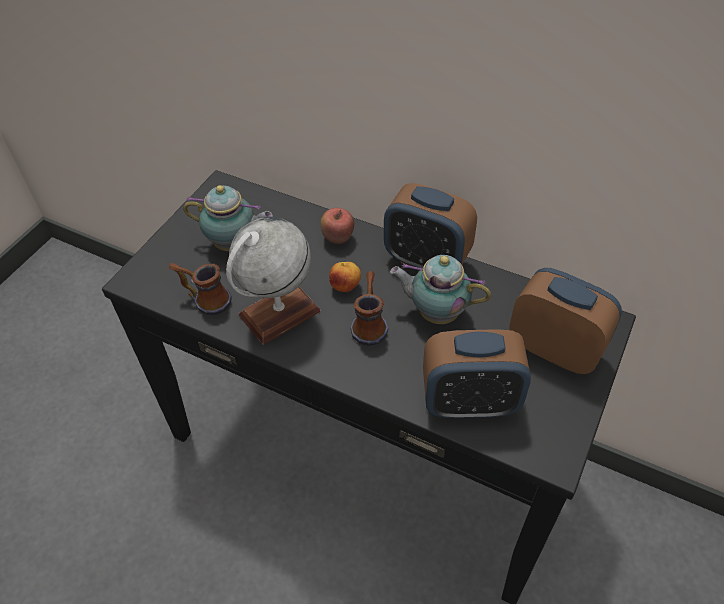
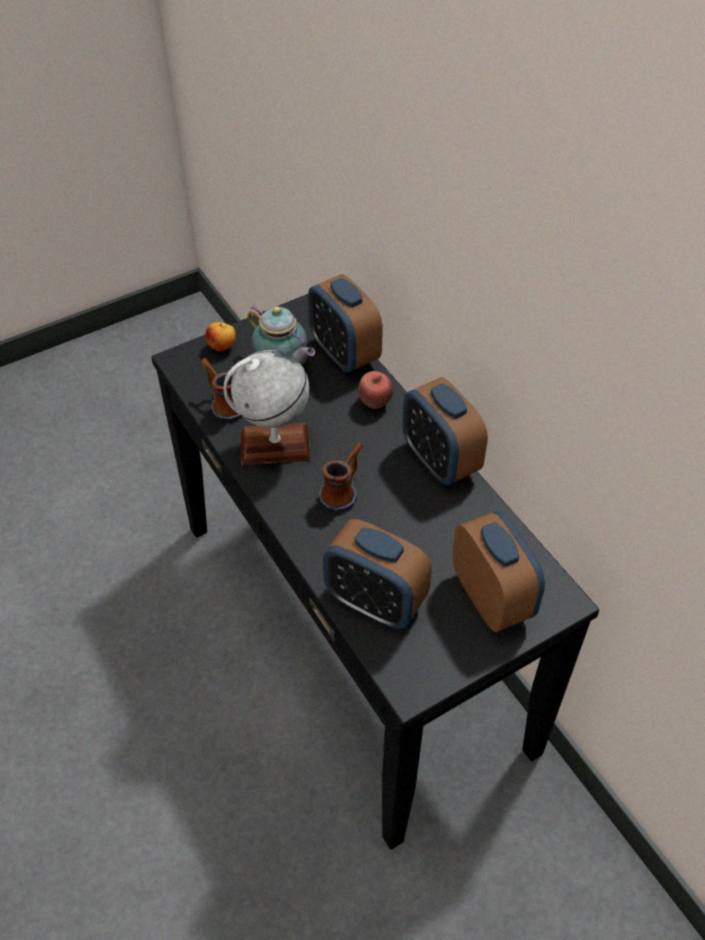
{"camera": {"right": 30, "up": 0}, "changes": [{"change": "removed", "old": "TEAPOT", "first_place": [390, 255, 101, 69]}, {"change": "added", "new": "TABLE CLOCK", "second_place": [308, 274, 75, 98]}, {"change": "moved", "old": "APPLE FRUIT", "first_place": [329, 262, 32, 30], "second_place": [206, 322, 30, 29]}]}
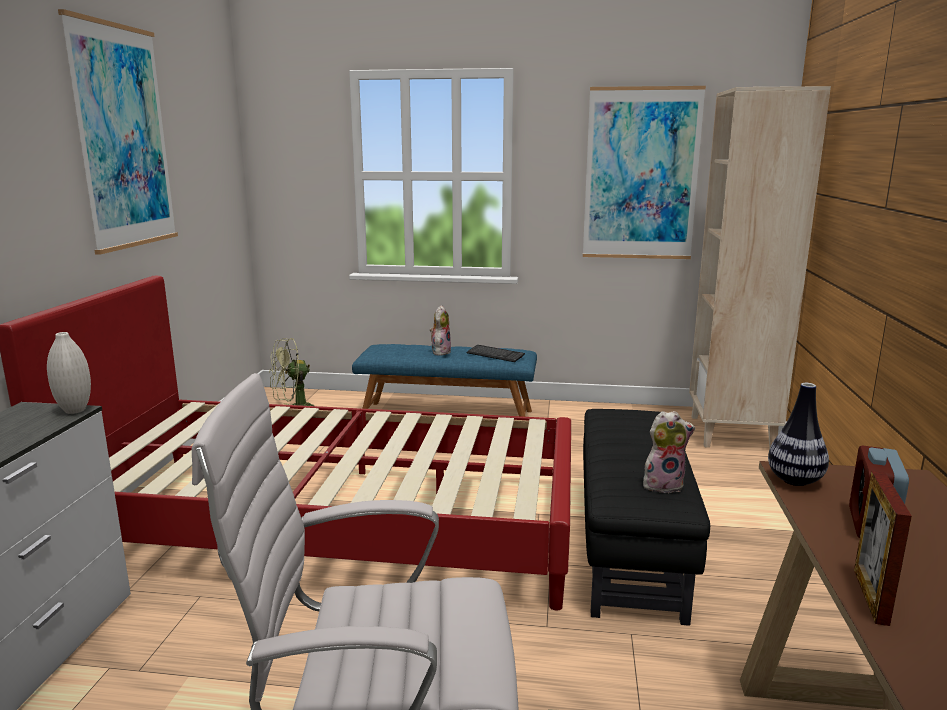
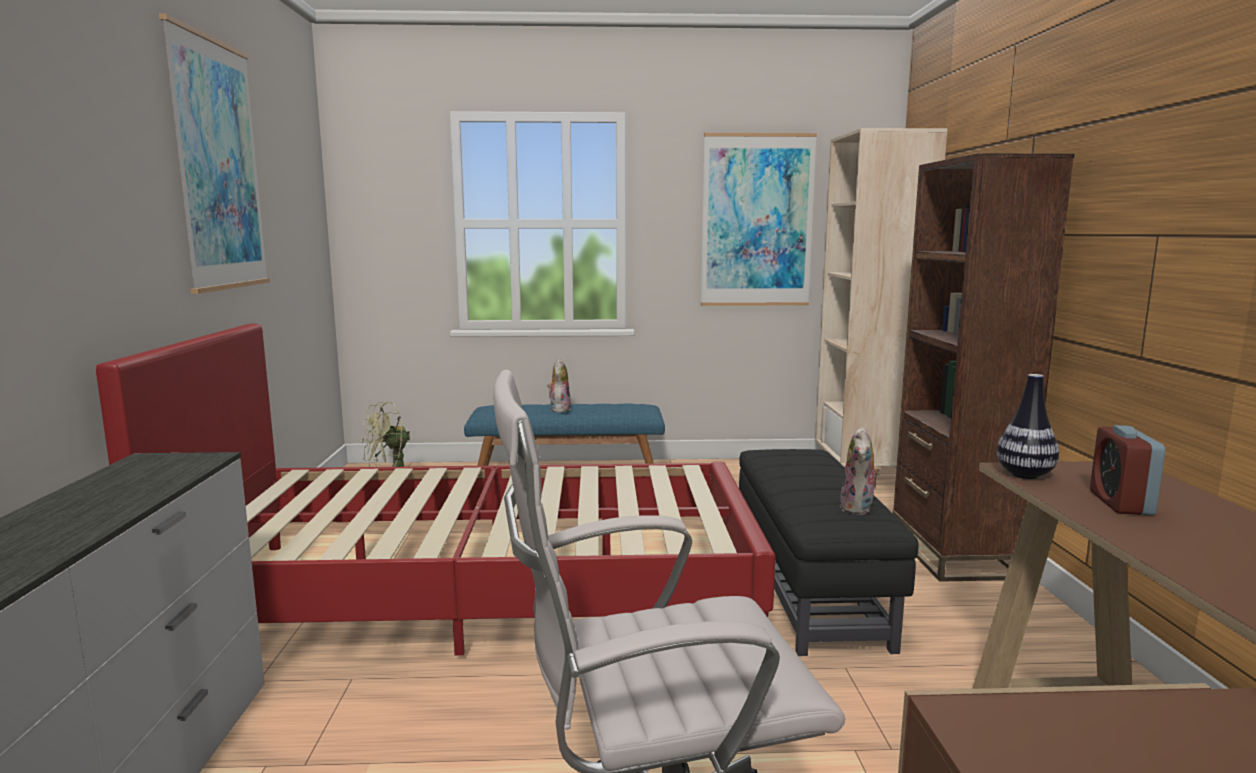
{"camera": {"right": -10, "up": -5}, "changes": [{"change": "removed", "old": "WHITISH FLOWER VASE", "first_place": [47, 332, 44, 82]}, {"change": "removed", "old": "KEYBOARD", "first_place": [466, 345, 59, 17]}, {"change": "removed", "old": "PHOTO FRAME", "first_place": [854, 471, 58, 155]}, {"change": "added", "new": "BROWN-COLOURED BOOKSHELF", "second_place": [893, 153, 181, 429]}, {"change": "turned", "old": "SOFT TOY", "first_place": [643, 411, 52, 82], "second_place": [839, 426, 42, 89], "degrees": 120}]}
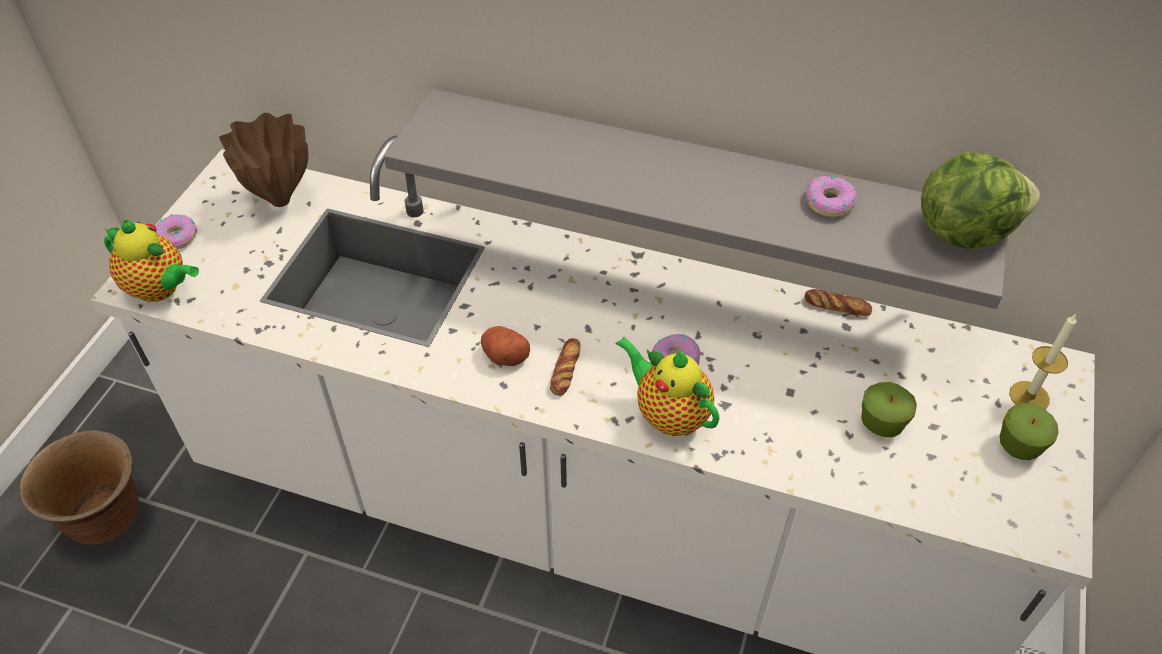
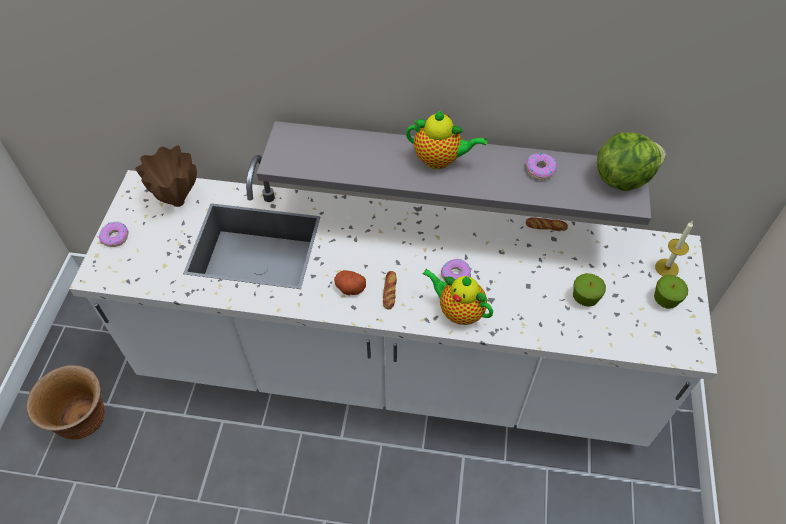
{"camera": {"right": -10, "up": 5}, "changes": [{"change": "moved", "old": "TEAPOT", "first_place": [104, 220, 95, 82], "second_place": [406, 111, 81, 58]}]}
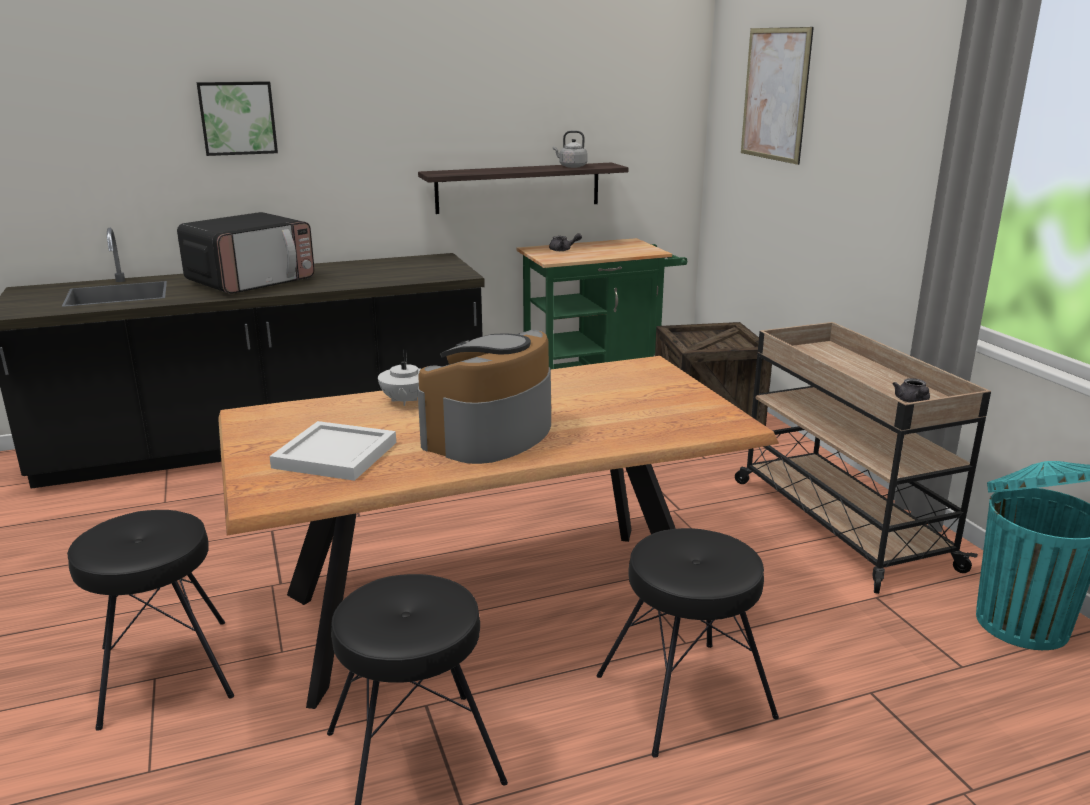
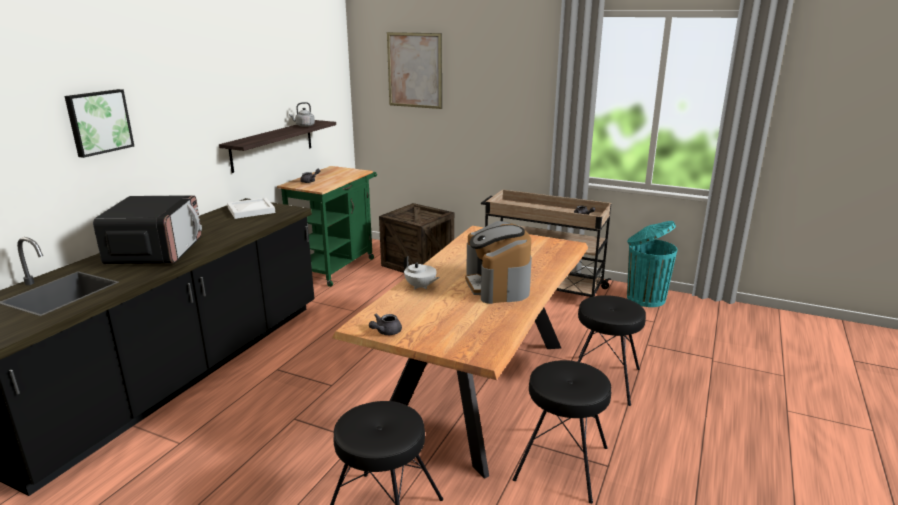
{"camera": {"right": -45, "up": 0}, "changes": [{"change": "added", "new": "GREY TEAPOT", "second_place": [369, 313, 33, 22]}, {"change": "moved", "old": "WHITISH CARRYING TRAY", "first_place": [269, 421, 127, 60], "second_place": [227, 197, 48, 22]}]}
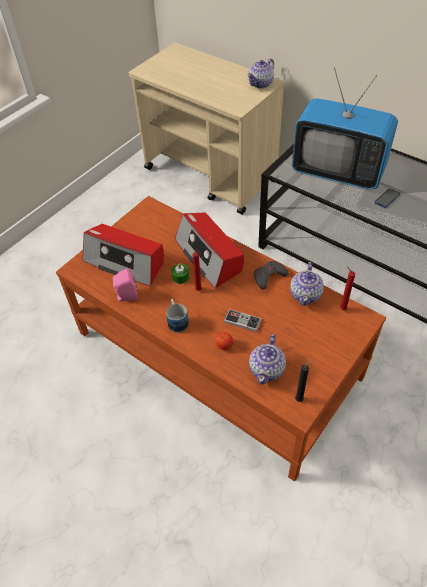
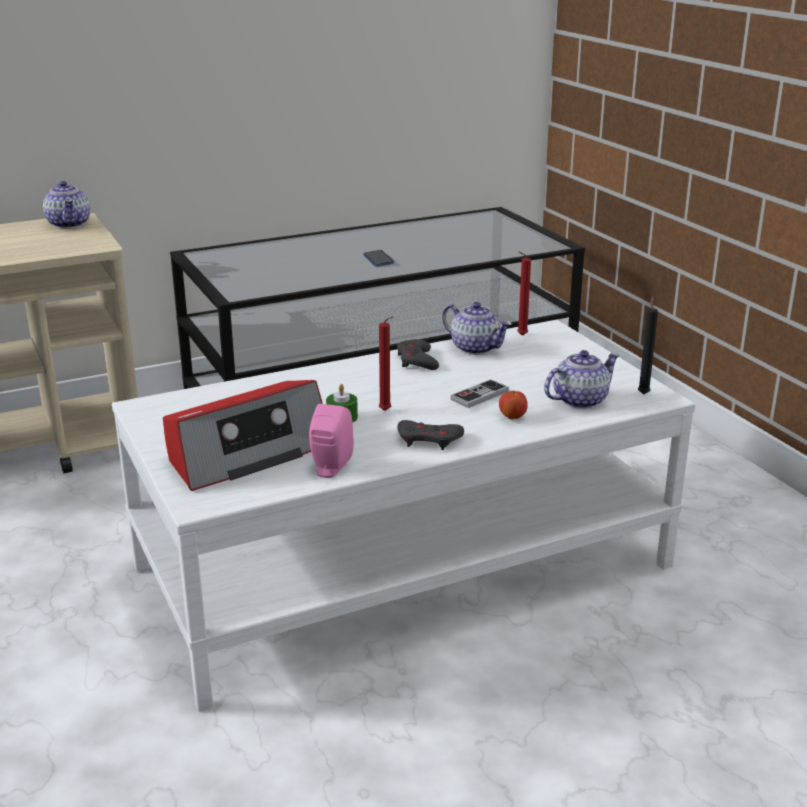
{"camera": {"right": -65, "up": -25}, "changes": [{"change": "removed", "old": "RADIO SET", "first_place": [175, 212, 69, 77]}, {"change": "removed", "old": "TV", "first_place": [292, 68, 106, 122]}, {"change": "replaced", "old": "TEA MUG", "new": "GREY GAMEPAD", "first_place": [166, 299, 23, 34], "second_place": [397, 420, 67, 30]}, {"change": "recoloured", "old": "BROWN-COLOURED COFFEE TABLE", "new": "WHITISH COFFEE TABLE", "first_place": [56, 196, 330, 285], "second_place": [112, 320, 583, 392]}, {"change": "turned", "old": "TEAPOT", "first_place": [249, 334, 37, 50], "second_place": [544, 350, 76, 59], "degrees": -75}]}
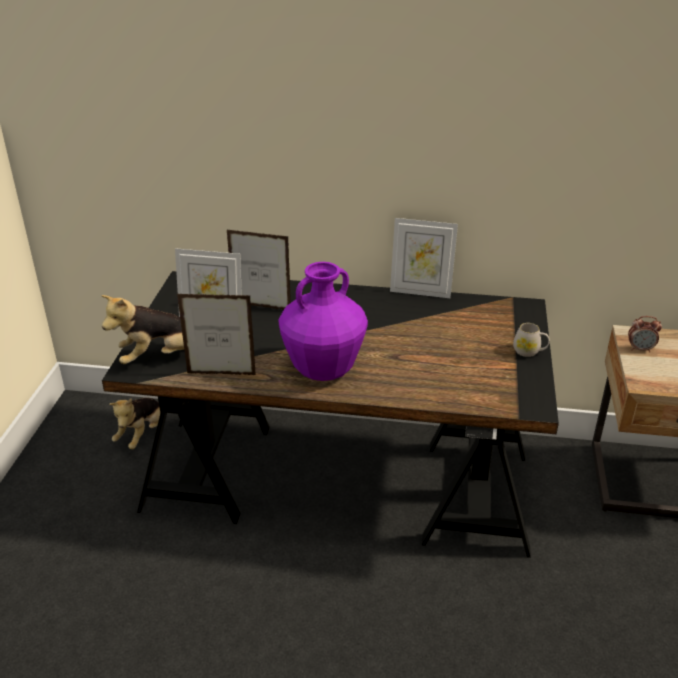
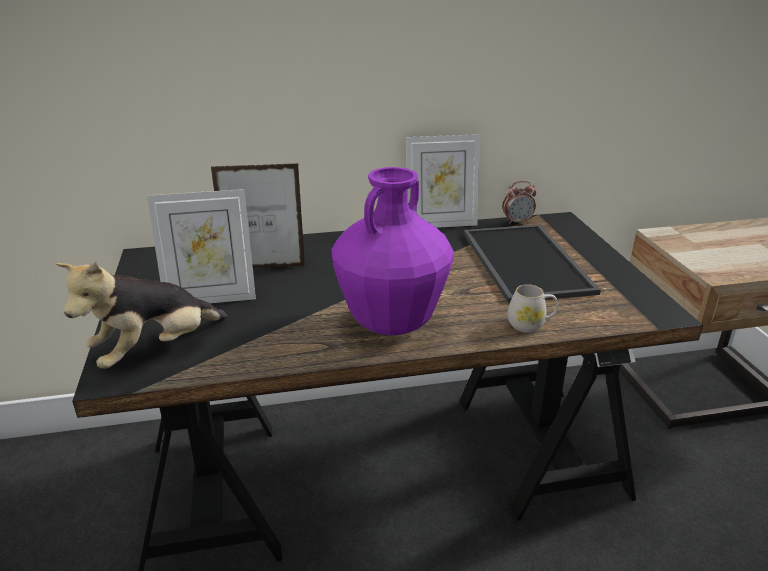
{"camera": {"right": -20, "up": -5}, "changes": [{"change": "removed", "old": "SOFT TOY", "first_place": [109, 398, 51, 51]}, {"change": "removed", "old": "PHOTO FRAME", "first_place": [177, 294, 79, 81]}, {"change": "added", "new": "CARRYING TRAY", "second_place": [463, 225, 138, 78]}, {"change": "moved", "old": "WHITISH TEA MUG", "first_place": [513, 323, 37, 34], "second_place": [508, 284, 50, 48]}, {"change": "moved", "old": "TABLE CLOCK", "first_place": [628, 316, 34, 36], "second_place": [502, 181, 34, 44]}]}
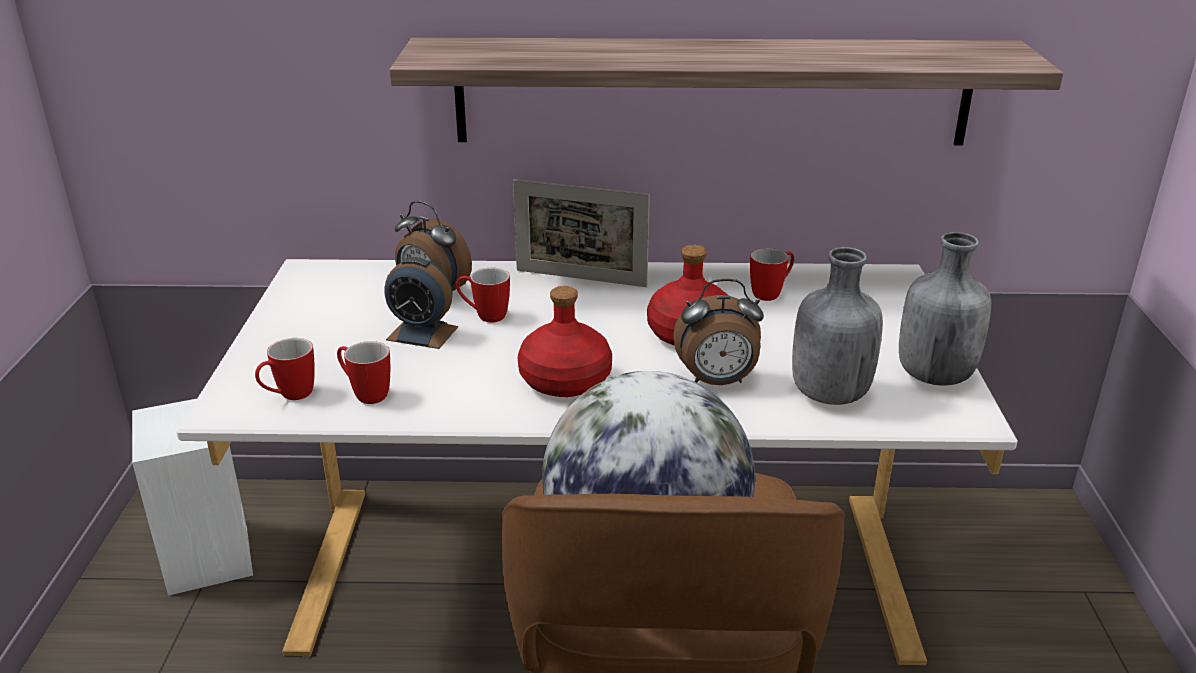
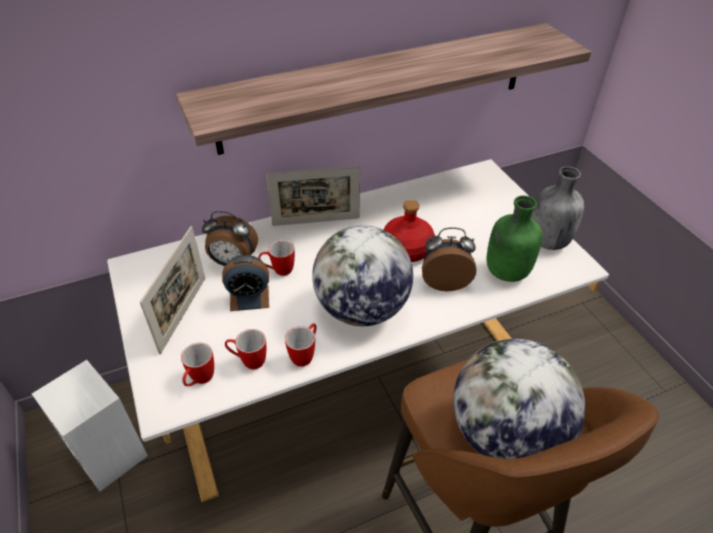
{"camera": {"right": -25, "up": 15}, "changes": [{"change": "added", "new": "PHOTO FRAME", "second_place": [140, 226, 65, 128]}, {"change": "moved", "old": "TEA MUG", "first_place": [750, 248, 44, 53], "second_place": [285, 323, 32, 44]}, {"change": "replaced", "old": "RED-COLOURED BEVERAGE BOTTLE", "new": "WORLD GLOBE", "first_place": [518, 286, 94, 111], "second_place": [312, 225, 101, 101]}, {"change": "recoloured", "old": "GREY BEVERAGE BOTTLE", "new": "GREEN-COLOURED BEVERAGE BOTTLE", "first_place": [792, 247, 91, 158], "second_place": [487, 195, 55, 87]}, {"change": "turned", "old": "TABLE CLOCK", "first_place": [673, 279, 91, 106], "second_place": [422, 227, 54, 64], "degrees": -150}]}
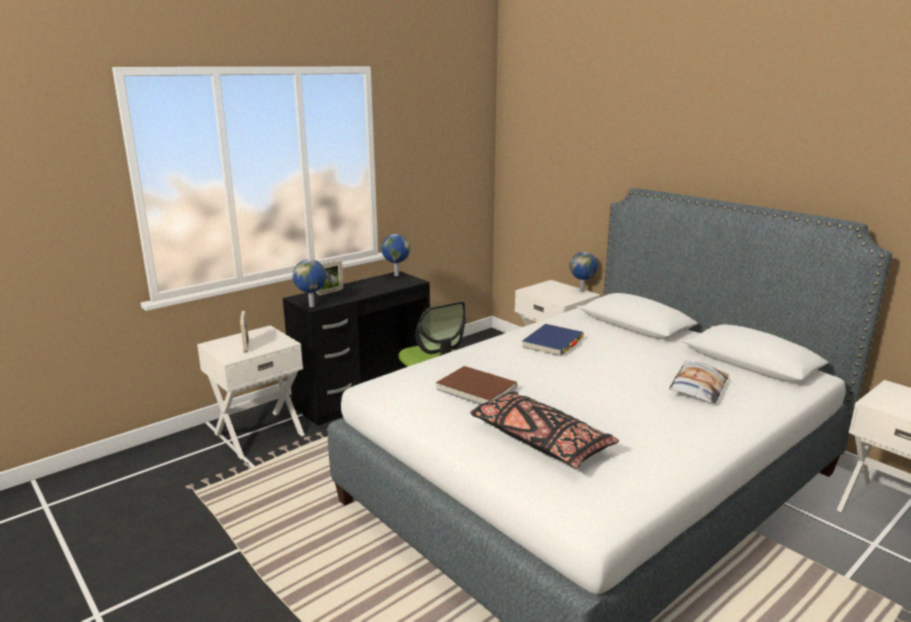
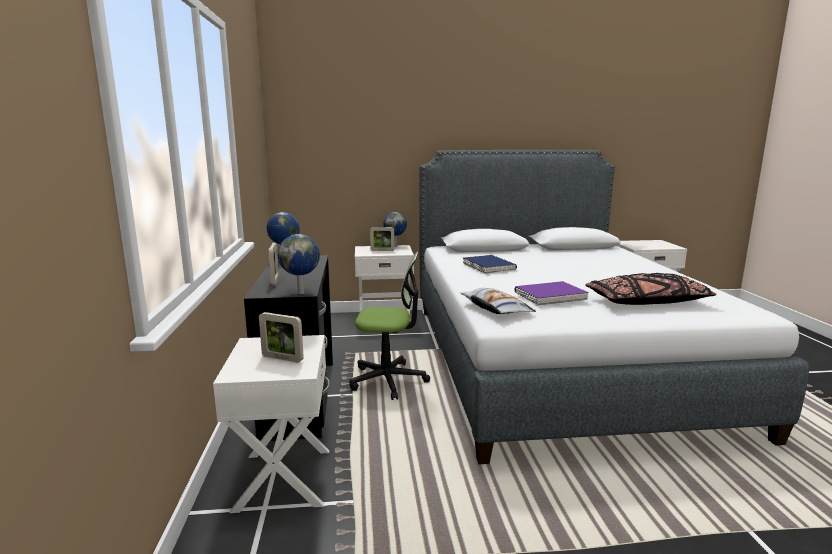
{"camera": {"right": -55, "up": -5}, "changes": [{"change": "added", "new": "PHOTO FRAME", "second_place": [370, 227, 25, 24]}, {"change": "moved", "old": "PILLOW", "first_place": [669, 361, 60, 43], "second_place": [461, 288, 75, 26]}, {"change": "recoloured", "old": "BROWN-COLOURED BOOK", "new": "PURPLE-COLOURED BOOK", "first_place": [436, 366, 81, 39], "second_place": [514, 281, 75, 25]}]}
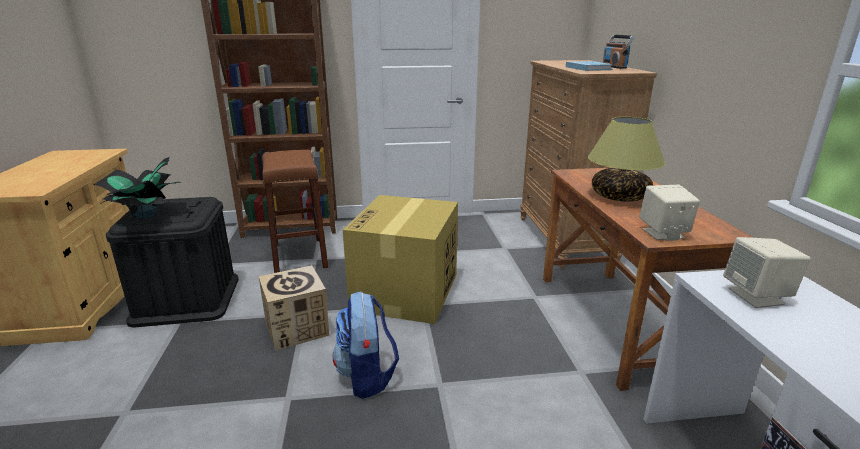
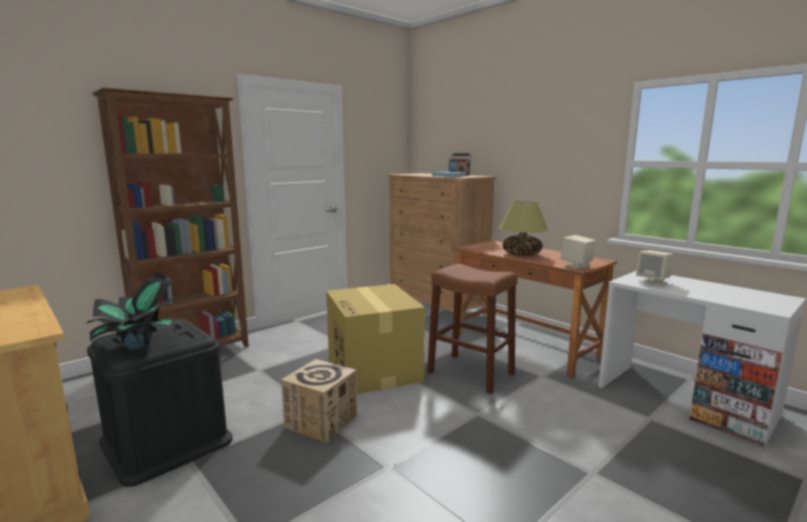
{"camera": {"right": -35, "up": -10}, "changes": [{"change": "removed", "old": "RUCKSACK", "first_place": [333, 291, 66, 108]}, {"change": "moved", "old": "BROWN-COLOURED STOOL", "first_place": [263, 150, 65, 123], "second_place": [427, 264, 91, 130]}]}
